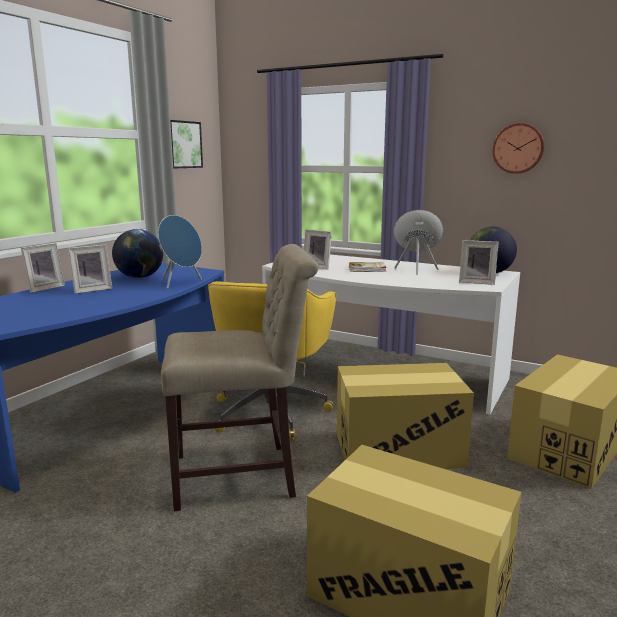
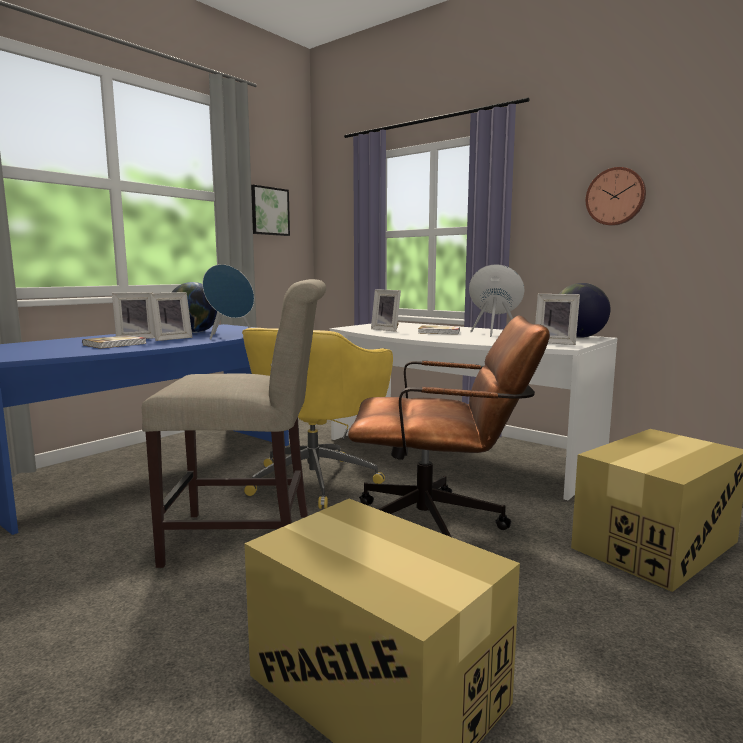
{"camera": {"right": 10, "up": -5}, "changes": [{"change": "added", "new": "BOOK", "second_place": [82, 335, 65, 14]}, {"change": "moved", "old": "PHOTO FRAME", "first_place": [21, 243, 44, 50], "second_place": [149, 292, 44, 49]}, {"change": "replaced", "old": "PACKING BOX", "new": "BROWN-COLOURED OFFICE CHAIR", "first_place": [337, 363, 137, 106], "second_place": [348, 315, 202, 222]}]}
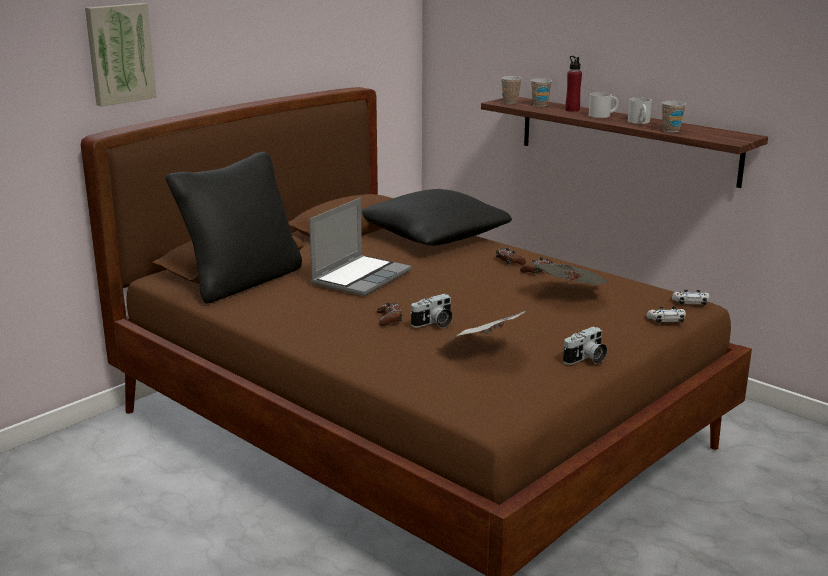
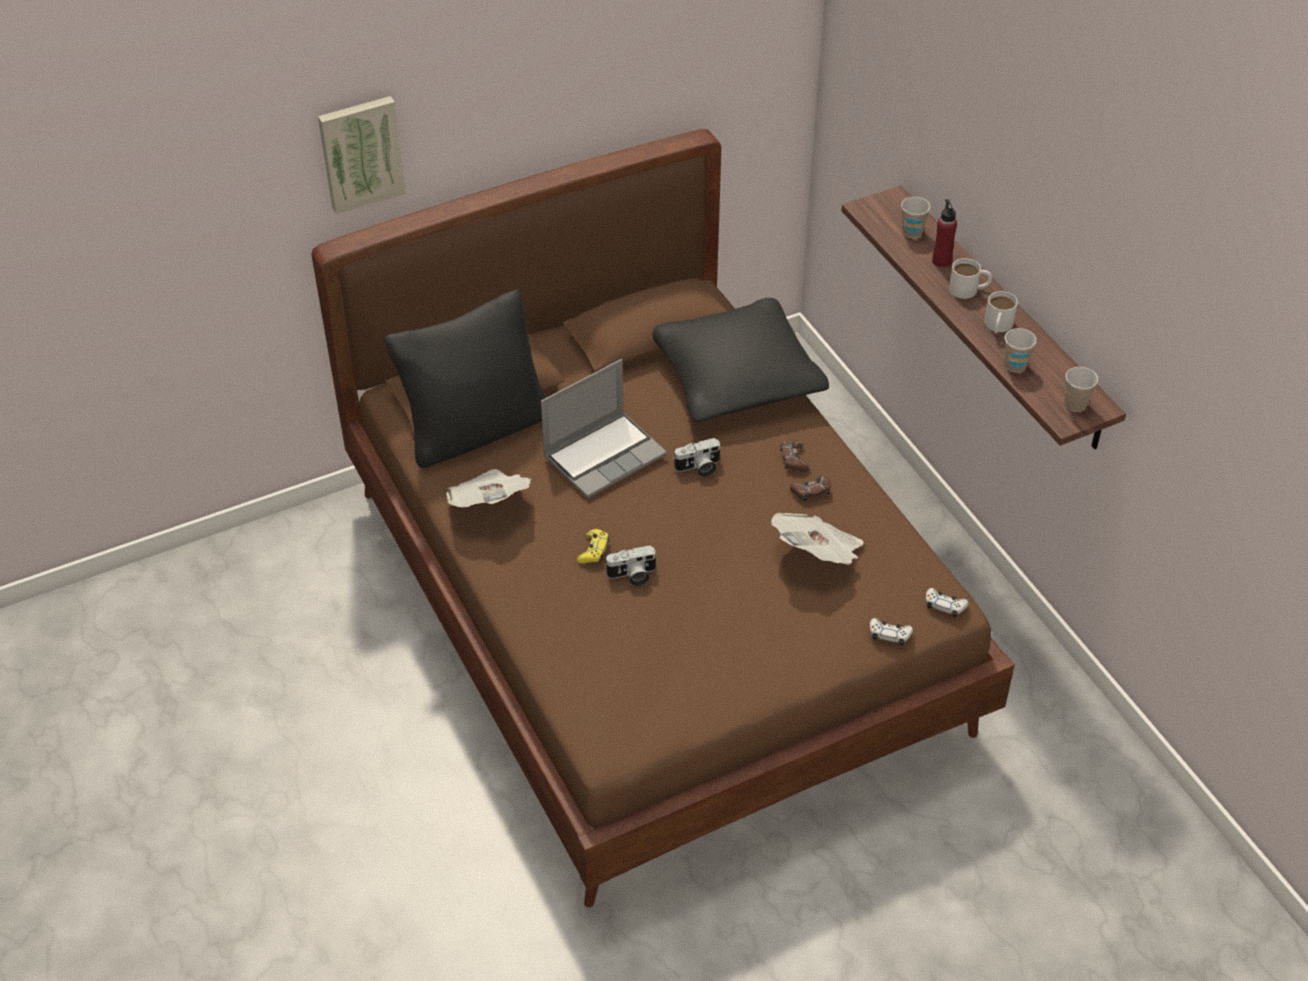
{"camera": {"right": 20, "up": 25}, "changes": [{"change": "moved", "old": "DAILY PAPER", "first_place": [446, 310, 84, 31], "second_place": [446, 469, 85, 38]}, {"change": "moved", "old": "CUP", "first_place": [501, 76, 21, 28], "second_place": [1065, 367, 33, 45]}, {"change": "moved", "old": "STILL CAMERA", "first_place": [563, 326, 44, 39], "second_place": [673, 438, 48, 39]}, {"change": "recoloured", "old": "BROWN-COLOURED GAMEPAD", "new": "YELLOW GAMEPAD", "first_place": [377, 302, 25, 24], "second_place": [577, 529, 32, 35]}]}
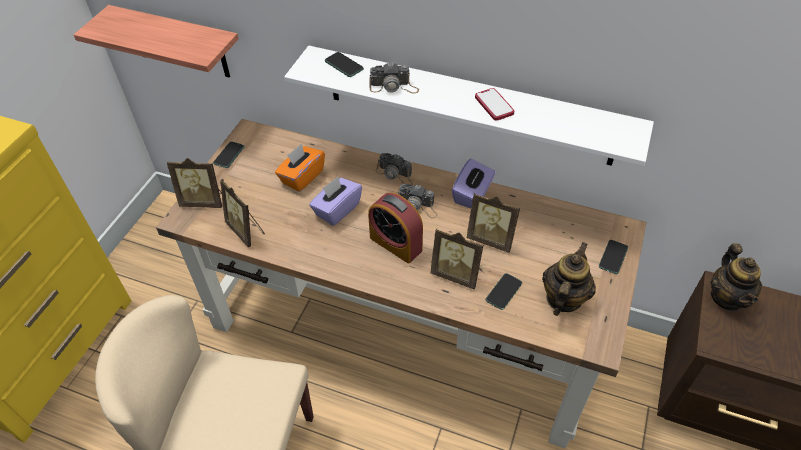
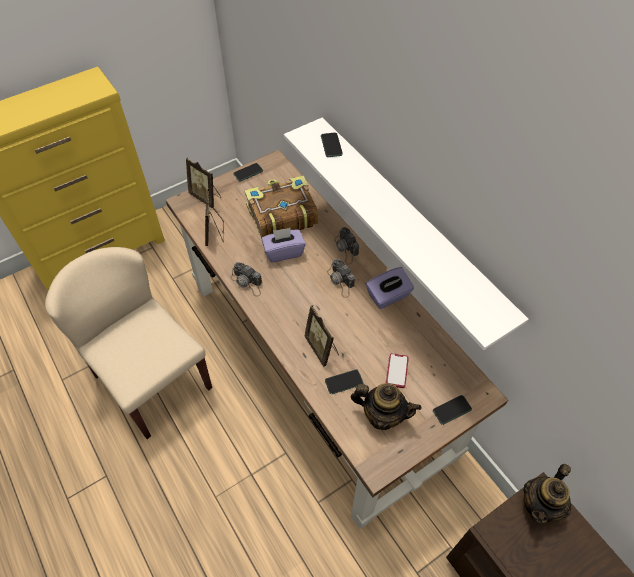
{"camera": {"right": 35, "up": 5}, "changes": [{"change": "removed", "old": "SHELF", "first_place": [74, 5, 165, 72]}, {"change": "removed", "old": "TABLE CLOCK", "first_place": [368, 193, 55, 71]}, {"change": "removed", "old": "PHOTO FRAME", "first_place": [466, 193, 54, 60]}, {"change": "moved", "old": "STILL CAMERA", "first_place": [369, 62, 50, 32], "second_place": [230, 262, 32, 35]}, {"change": "moved", "old": "PHONE", "first_place": [475, 88, 39, 33], "second_place": [386, 353, 23, 35]}, {"change": "replaced", "old": "ORANGE-COLOURED TISSUE HOLDER", "new": "BOOK", "first_place": [275, 144, 50, 48], "second_place": [244, 175, 75, 63]}, {"change": "turned", "old": "TEAPOT", "first_place": [542, 242, 54, 74], "second_place": [351, 383, 70, 47], "degrees": 45}]}
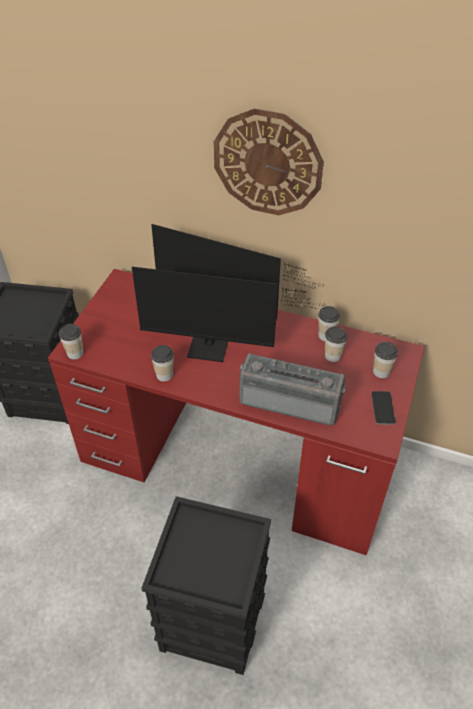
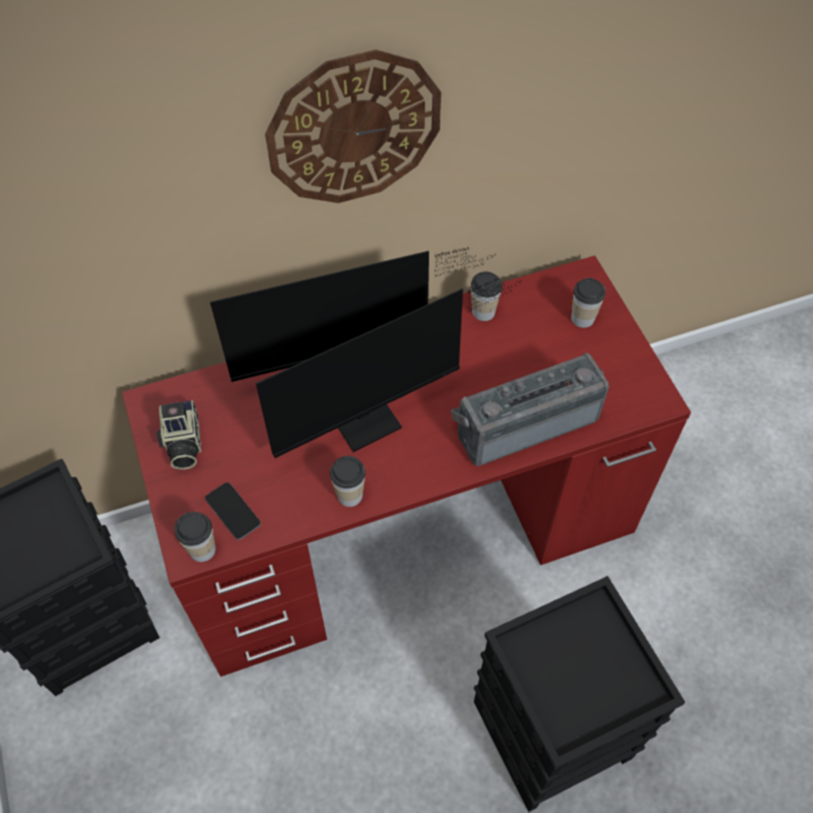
{"camera": {"right": -40, "up": 10}, "changes": [{"change": "removed", "old": "CUP", "first_place": [325, 326, 22, 36]}, {"change": "added", "new": "STILL CAMERA", "second_place": [157, 400, 44, 70]}, {"change": "moved", "old": "PHONE", "first_place": [371, 391, 25, 34], "second_place": [205, 482, 56, 58]}]}
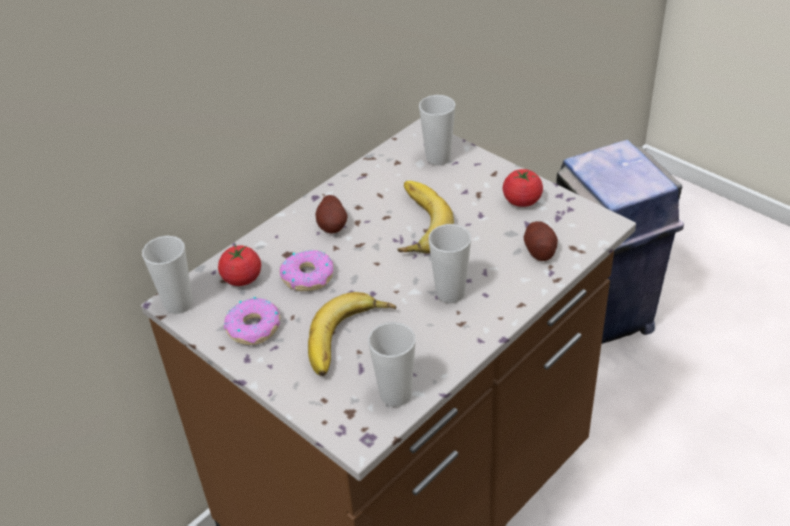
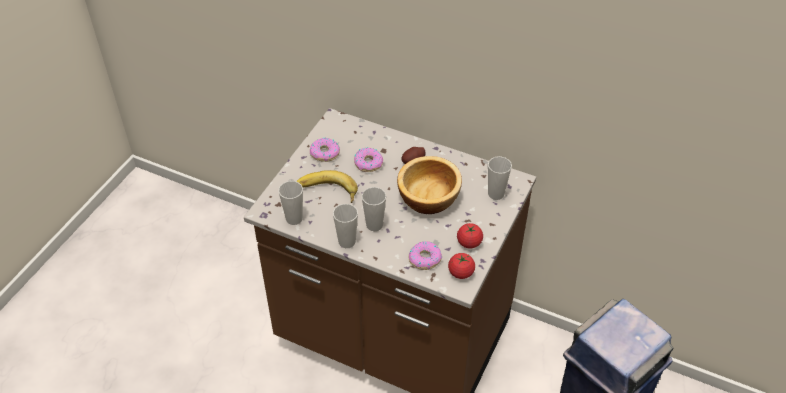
{"camera": {"right": 70, "up": 5}, "changes": [{"change": "moved", "old": "CUP", "first_place": [142, 236, 51, 78], "second_place": [333, 204, 25, 44]}, {"change": "moved", "old": "WHOLE TOMATO", "first_place": [218, 244, 43, 42], "second_place": [448, 253, 27, 26]}, {"change": "replaced", "old": "WHOLE BANANA", "new": "DEEP DISH", "first_place": [397, 181, 57, 73], "second_place": [397, 156, 65, 58]}, {"change": "replaced", "old": "SPUD", "new": "DOUGHNUT", "first_place": [524, 221, 34, 40], "second_place": [409, 241, 33, 29]}]}
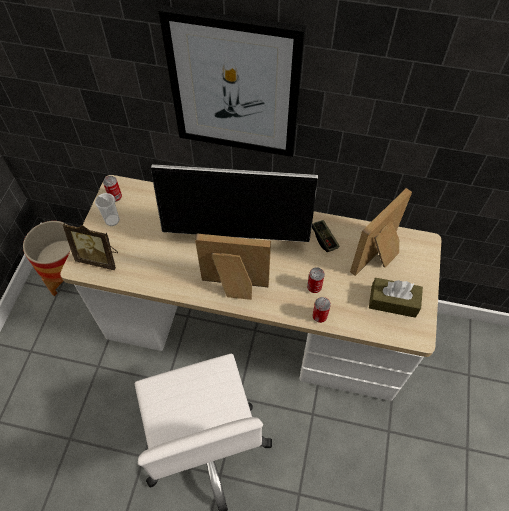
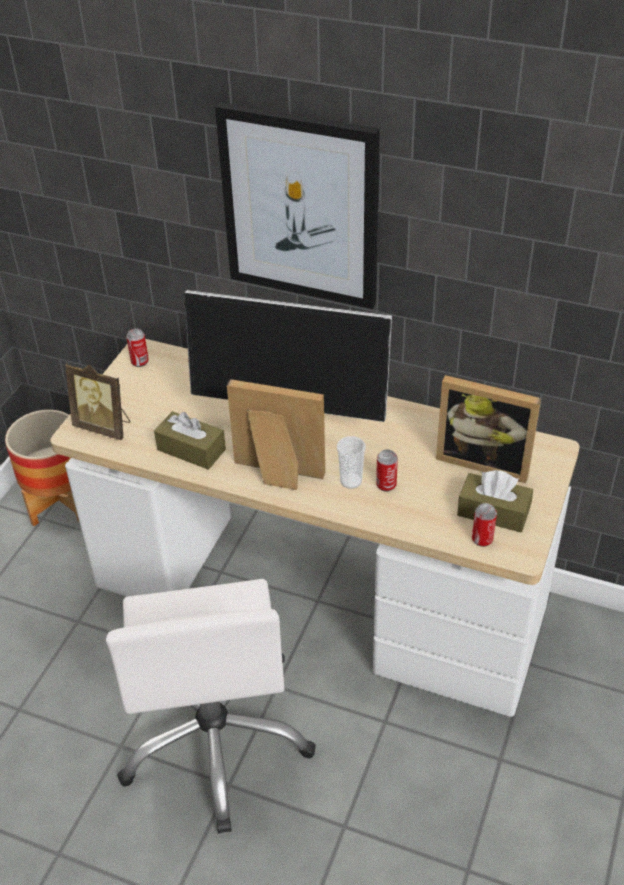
{"camera": {"right": 10, "up": -15}, "changes": [{"change": "removed", "old": "GAMEPAD", "first_place": [312, 220, 28, 32]}, {"change": "added", "new": "BROWN-COLOURED TISSUE HOLDER", "second_place": [154, 411, 72, 59]}, {"change": "moved", "old": "CUP", "first_place": [95, 193, 25, 33], "second_place": [337, 436, 29, 53]}, {"change": "moved", "old": "CAN", "first_place": [313, 297, 18, 26], "second_place": [472, 503, 25, 44]}, {"change": "turned", "old": "PHOTO FRAME", "first_place": [350, 188, 62, 88], "second_place": [436, 375, 105, 108], "degrees": -120}]}
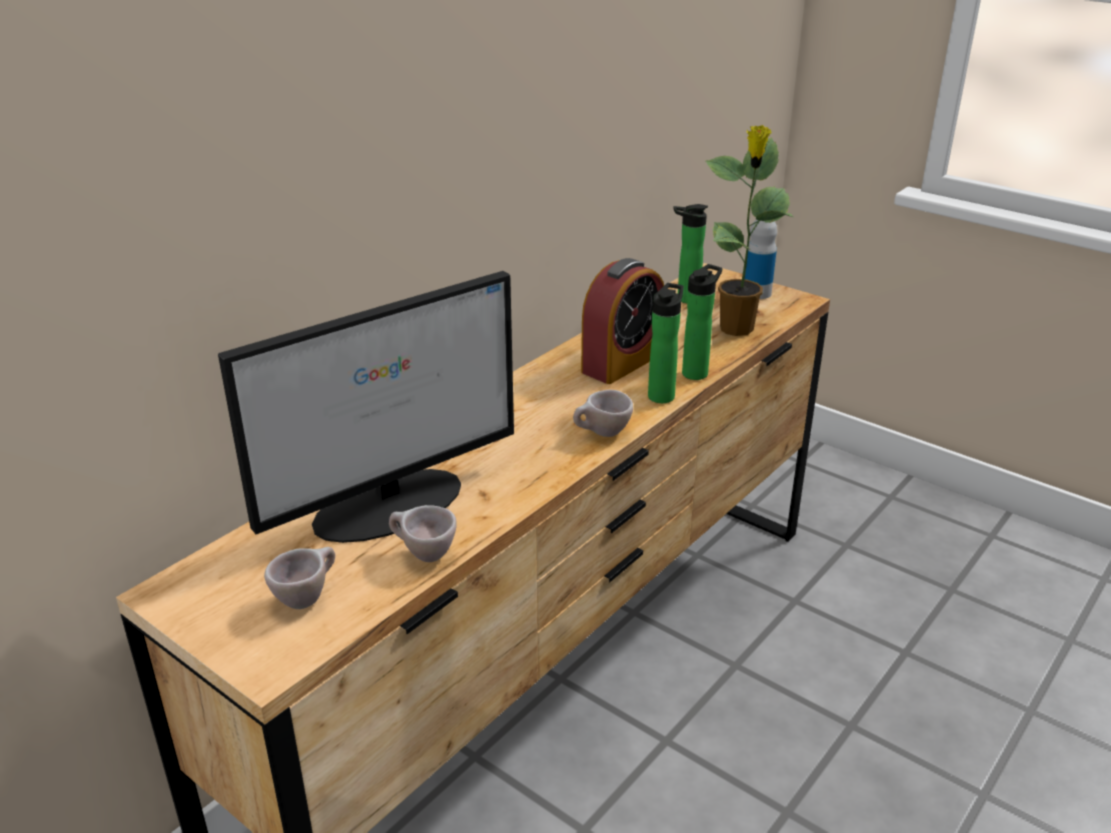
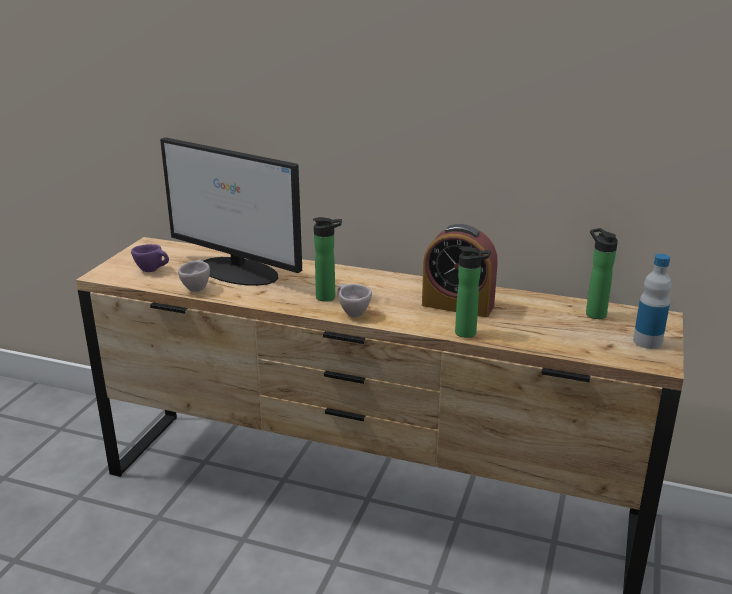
{"camera": {"right": 70, "up": -5}, "changes": [{"change": "removed", "old": "HOUSEPLANT", "first_place": [706, 125, 87, 211]}, {"change": "moved", "old": "BEVERAGE BOTTLE", "first_place": [648, 283, 36, 120], "second_place": [313, 217, 29, 85]}, {"change": "recoloured", "old": "BEIGE CUP", "new": "PURPLE-COLOURED CUP", "first_place": [264, 547, 71, 62], "second_place": [131, 244, 38, 28]}]}
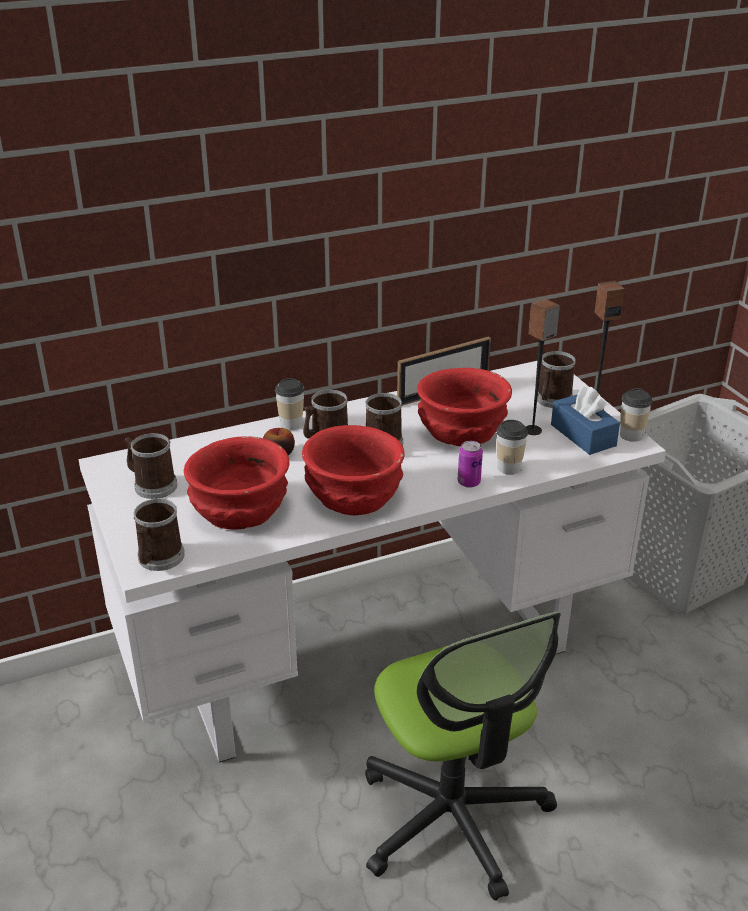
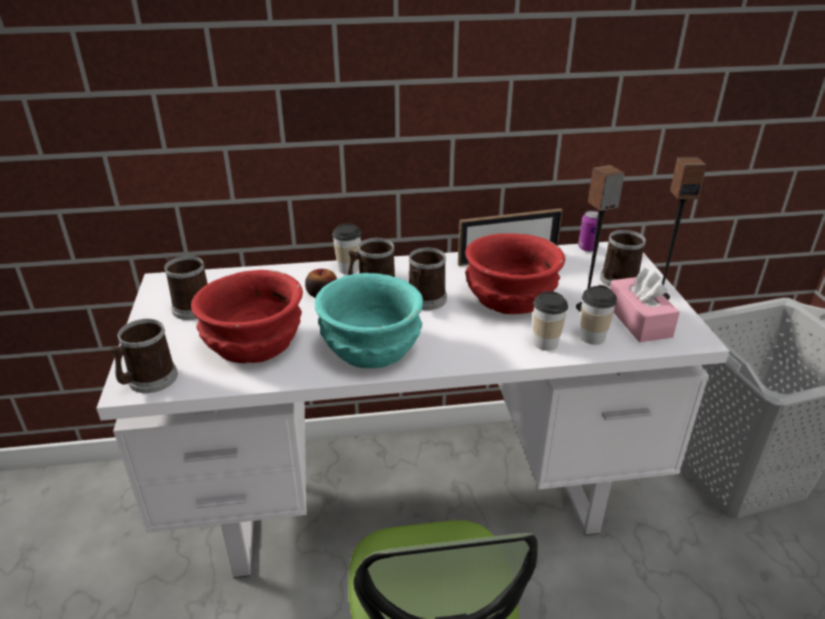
{"camera": {"right": 15, "up": 0}, "changes": [{"change": "moved", "old": "CAN", "first_place": [457, 441, 26, 47], "second_place": [578, 211, 23, 41]}, {"change": "moved", "old": "CUP", "first_place": [620, 388, 33, 54], "second_place": [580, 285, 37, 60]}, {"change": "recoloured", "old": "RED-COLOURED DEEP DISH", "new": "TURQUOISE DEEP DISH", "first_place": [302, 425, 103, 90], "second_place": [314, 273, 109, 95]}, {"change": "recoloured", "old": "BLUISH TISSUE HOLDER", "new": "PINKISH TISSUE HOLDER", "first_place": [551, 386, 69, 69], "second_place": [610, 267, 70, 75]}]}
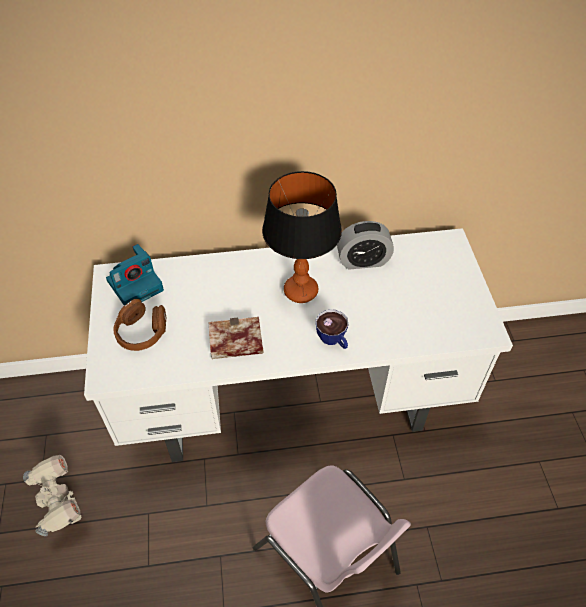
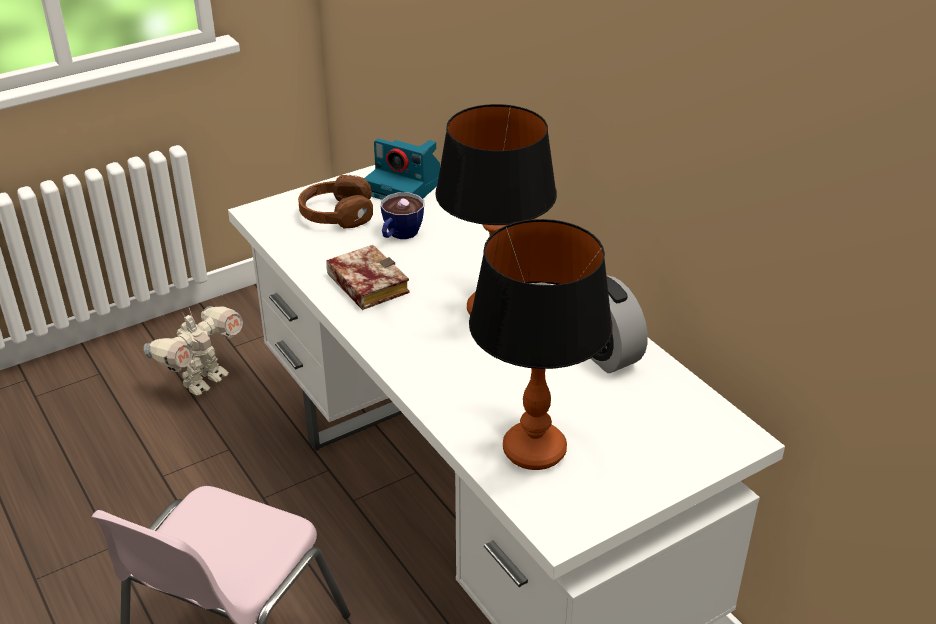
{"camera": {"right": 65, "up": -15}, "changes": [{"change": "added", "new": "TABLETOP LAMP", "second_place": [469, 219, 144, 251]}, {"change": "moved", "old": "CUP", "first_place": [316, 310, 32, 39], "second_place": [381, 192, 43, 47]}]}
